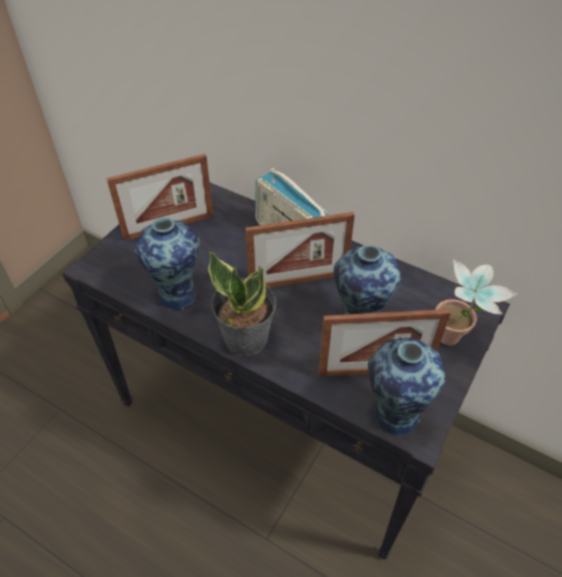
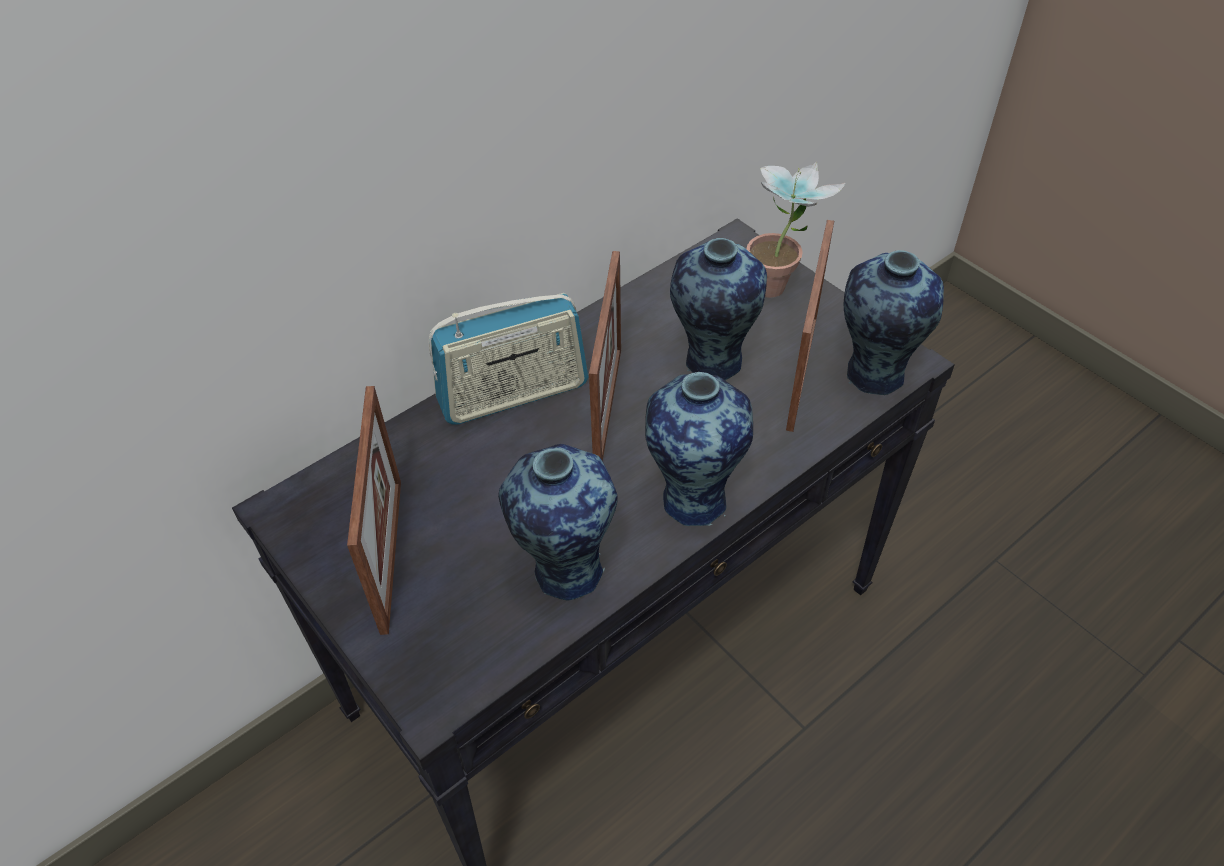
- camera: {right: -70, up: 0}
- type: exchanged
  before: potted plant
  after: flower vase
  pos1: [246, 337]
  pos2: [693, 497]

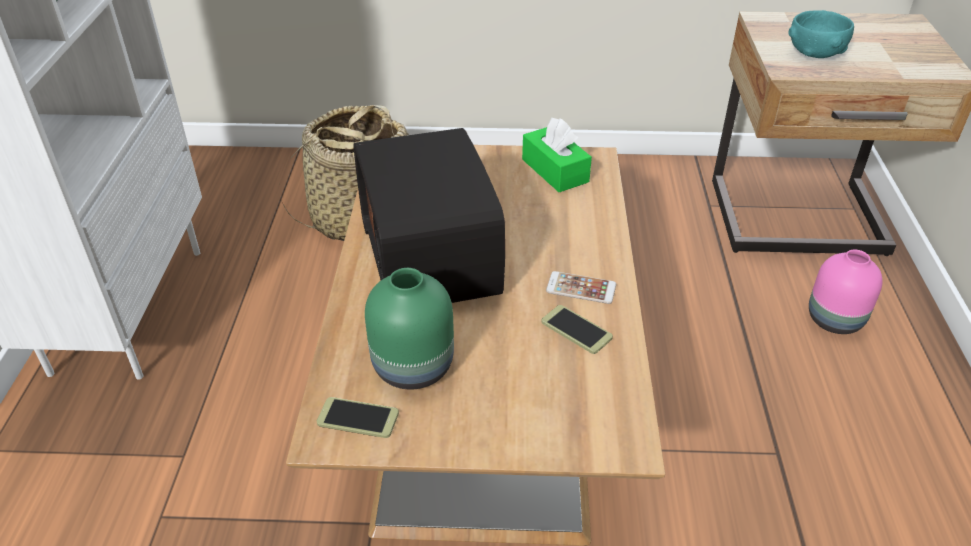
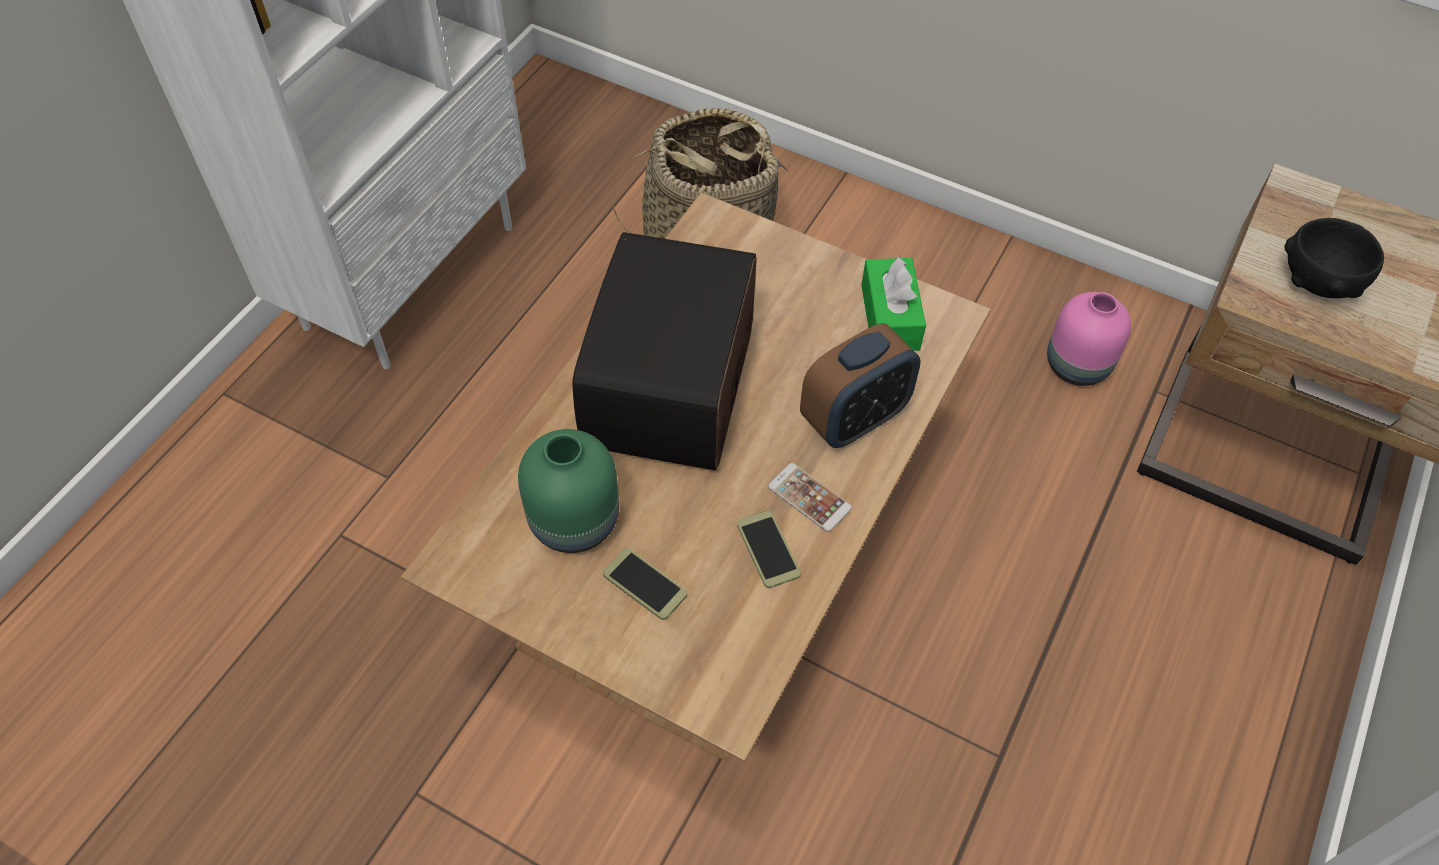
- camera: {right: 25, up: 15}
- type: colour
  before: turquoise serving bowl
  after: blackish serving bowl
  pos1: [815, 54]
  pos2: [1319, 282]
- type: relocated
  before: pink-coloured flower vase
  pos1: [835, 319]
  pos2: [1079, 365]
- type: relocated
  before: telephone
  pos1: [358, 418]
  pos2: [645, 584]
- type: appeared
  after: table clock
  pos2: [854, 419]

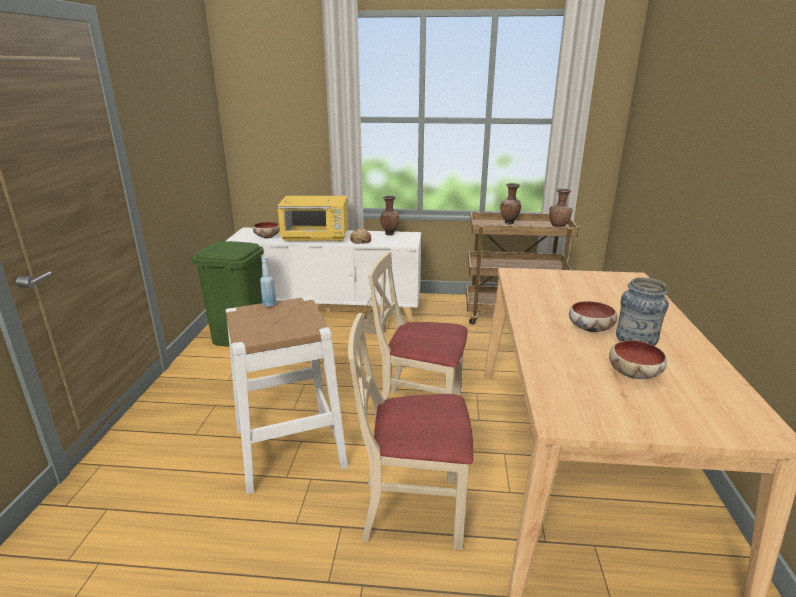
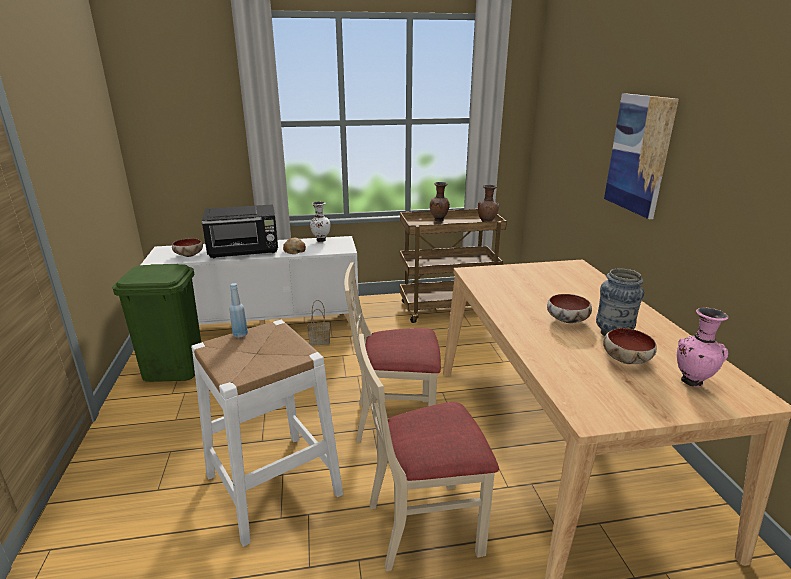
- camera: {right: -15, up: 0}
- type: colour
  before: yellow-coloured microwave oven
  after: blackish microwave oven
  pos1: [316, 237]
  pos2: [245, 251]
- type: colour
  before: brownish flower vase
  after: white-coloured flower vase
  pos1: [389, 234]
  pos2: [320, 240]
- type: appeared
  after: wall picture
  pos2: [639, 154]
- type: appeared
  after: pink-coloured flower vase
  pos2: [692, 381]

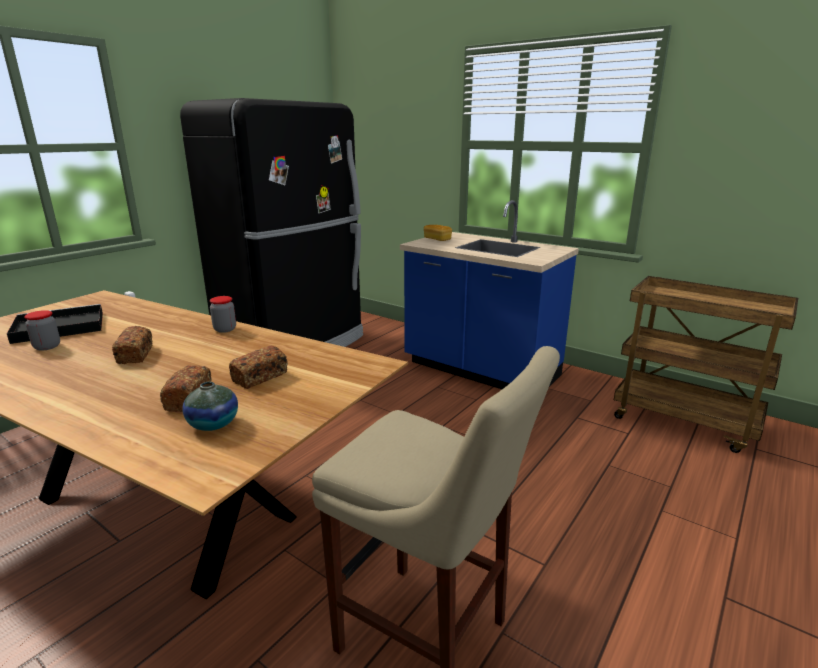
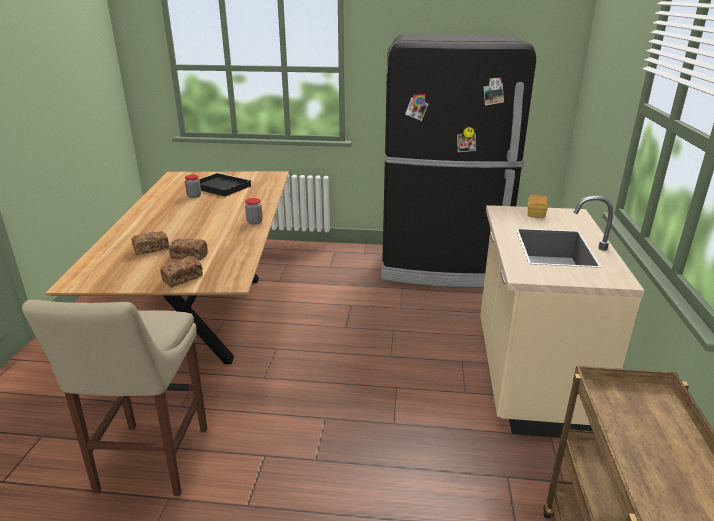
- camera: {right: 60, up: 5}
- type: colour
  before: bluish kitchen counter
  after: sand-coloured kitchen counter
  pos1: [480, 371]
  pos2: [528, 377]
- type: relocated
  before: baked bread
  pos1: [135, 355]
  pos2: [183, 279]
- type: missing
  before: flower vase
  pos1: [213, 424]

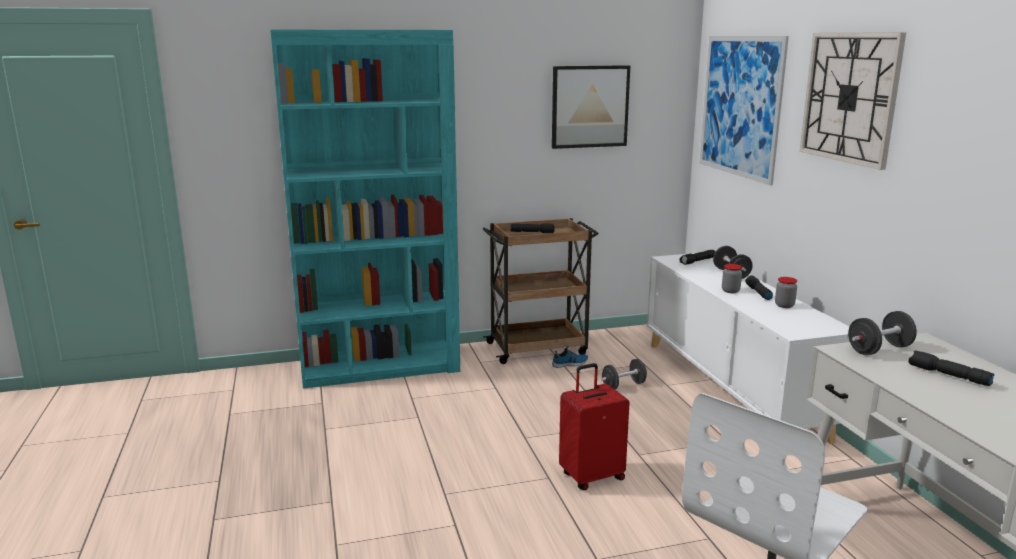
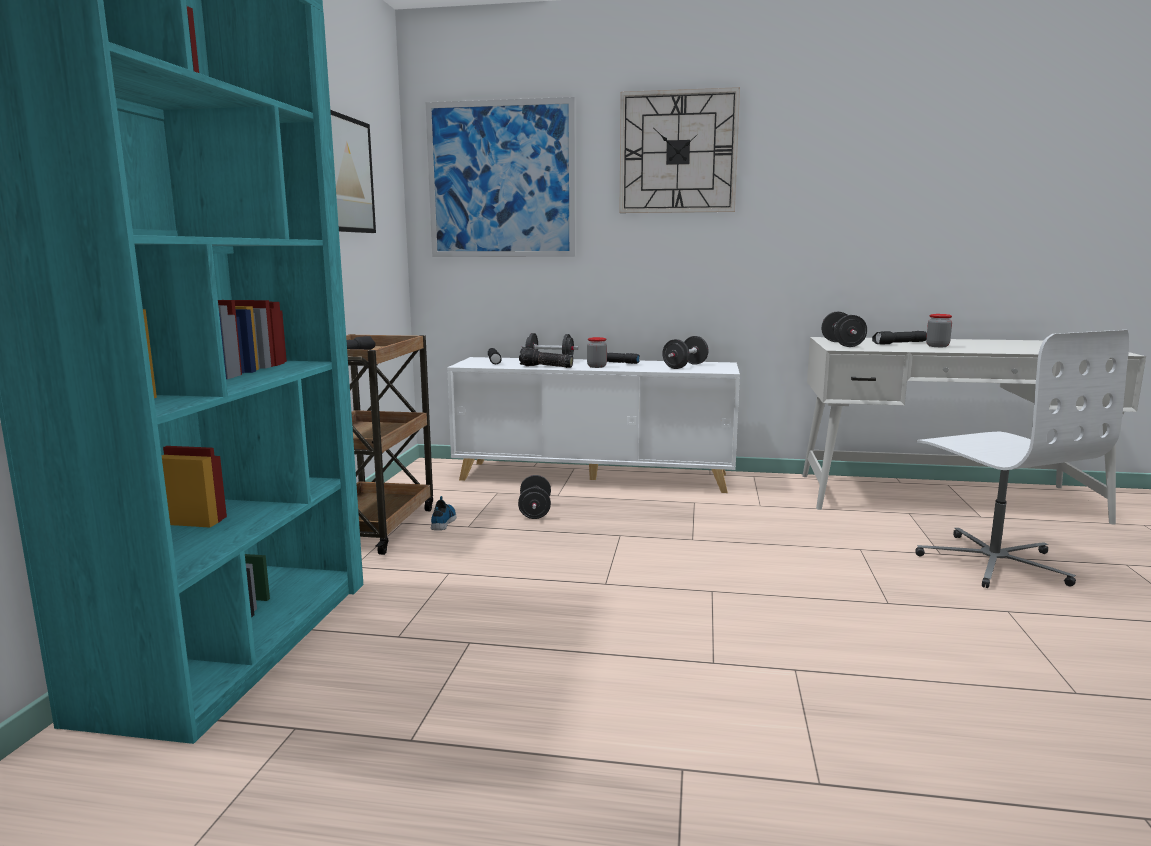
- camera: {right: -65, up: -5}
- type: relocated
  before: storage jar
  pos1: [784, 305]
  pos2: [937, 346]
- type: missing
  before: red suitcase
  pos1: [591, 476]
- type: appeared
  after: blackish hand weight
  pos2: [685, 366]
- type: appeared
  after: flashlight
  pos2: [545, 367]

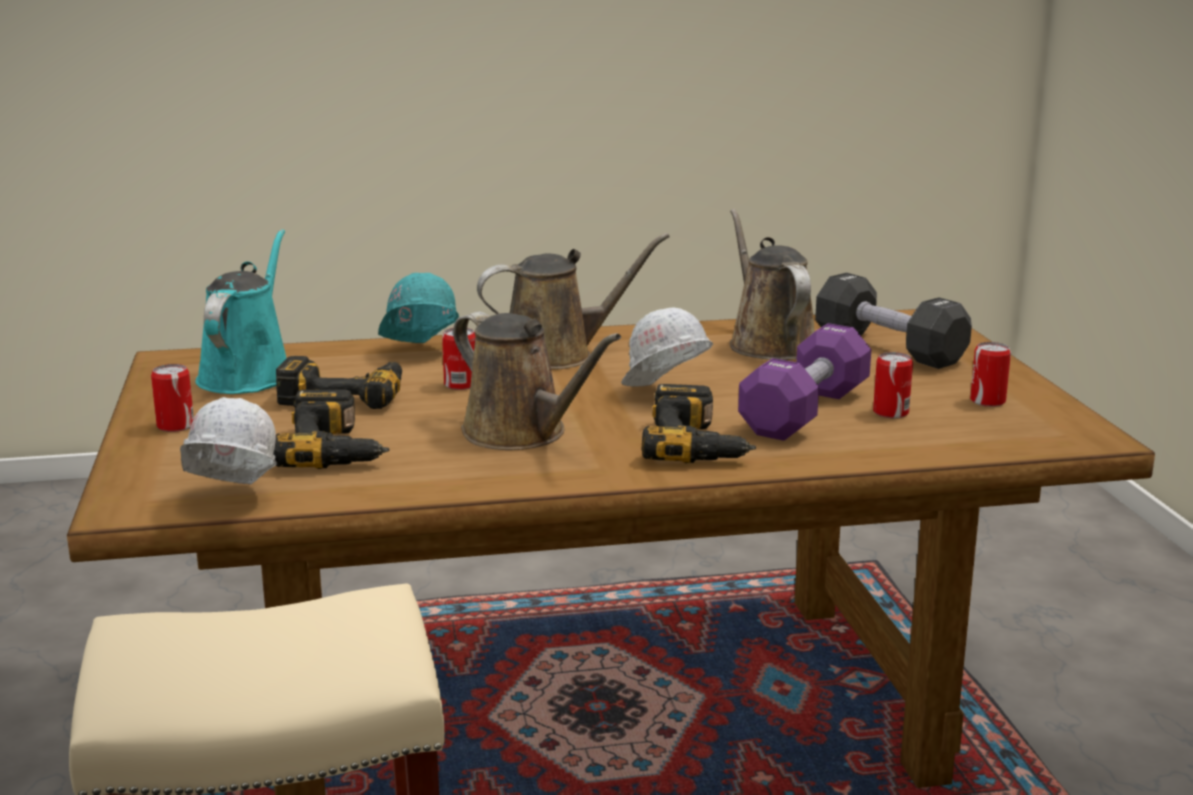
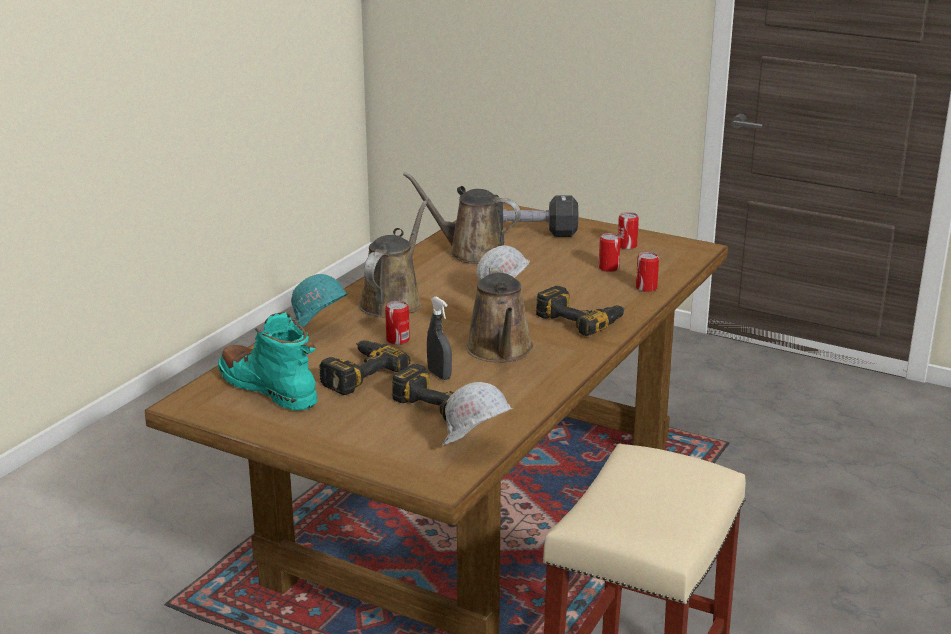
- camera: {right: -50, up: 5}
- type: exchanged
  before: turquoise sprinkling can
  after: turquoise high-top boot
  pos1: [248, 375]
  pos2: [269, 389]
- type: spun
  before: brownish sprinkling can
  pos1: [521, 434]
  pos2: [500, 351]
  turn: 90
- type: missing
  before: purple-coloured hand weight
  pos1: [805, 412]
- type: relocated
  before: can
  pos1: [175, 426]
  pos2: [646, 288]
- type: appeared
  after: gray sprayer
  pos2: [439, 375]

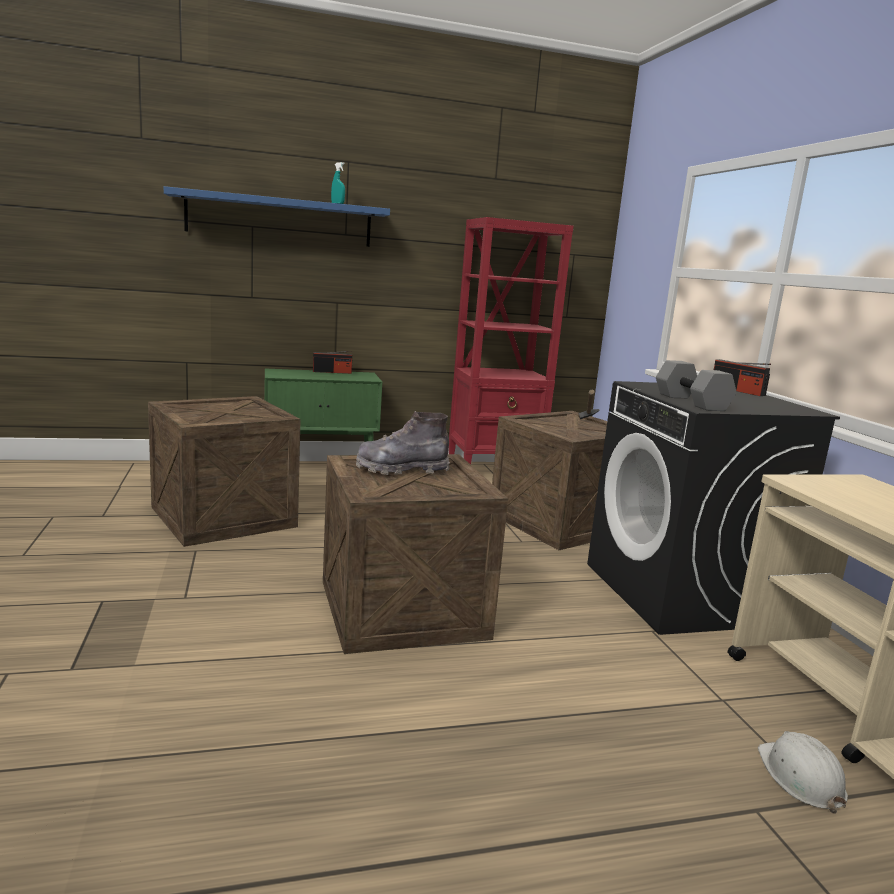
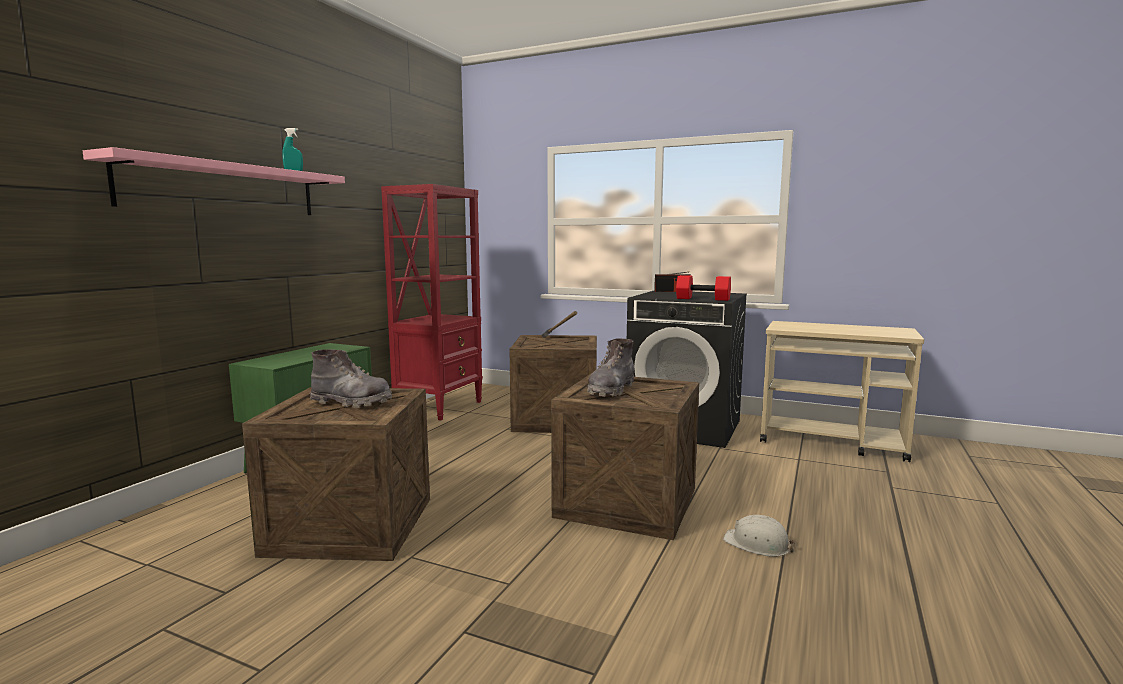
- camera: {right: -50, up: -5}
- type: colour
  before: bluish shelf
  after: pink-coloured shelf
  pos1: [280, 219]
  pos2: [224, 189]
- type: missing
  before: radio receiver
  pos1: [332, 372]
- type: colour
  before: gray hand weight
  after: red hand weight
  pos1: [689, 402]
  pos2: [702, 299]
- type: relocated
  before: white-coloured safety helmet
  pos1: [800, 777]
  pos2: [757, 544]
- type: appeared
  after: gray high-top boot
  pos2: [351, 402]

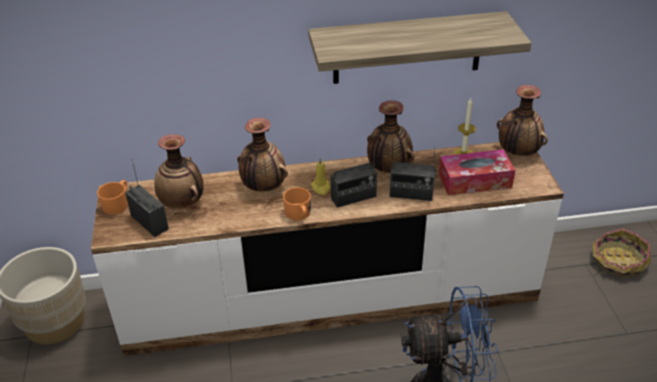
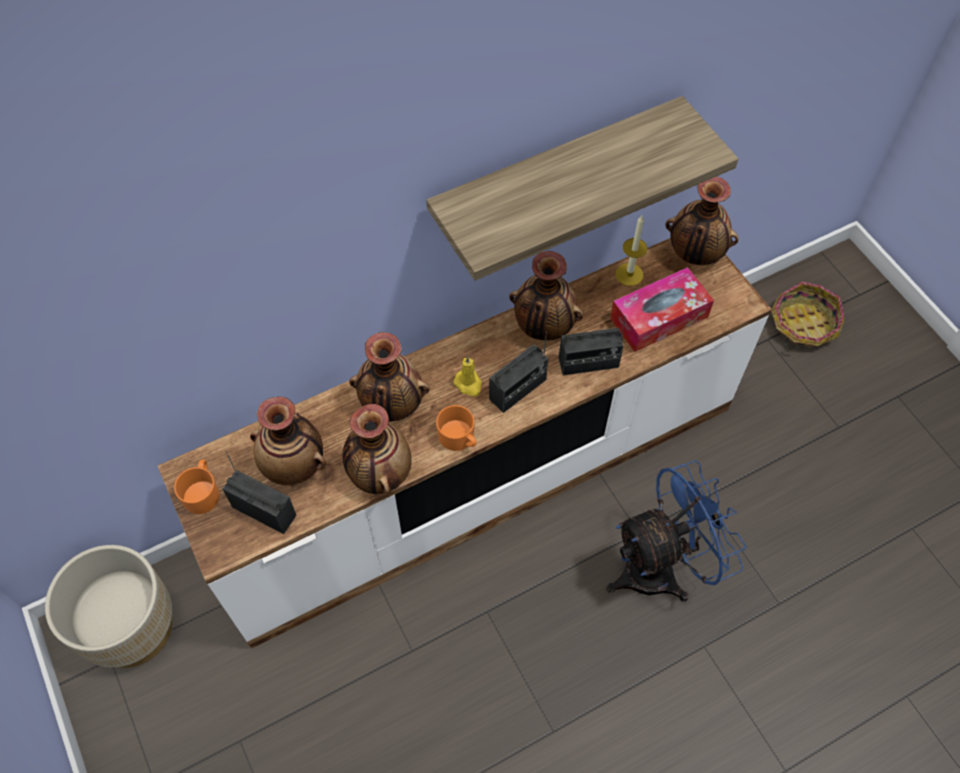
- camera: {right: -20, up: 20}
- type: appeared
  after: flower vase
  pos2: [379, 473]

